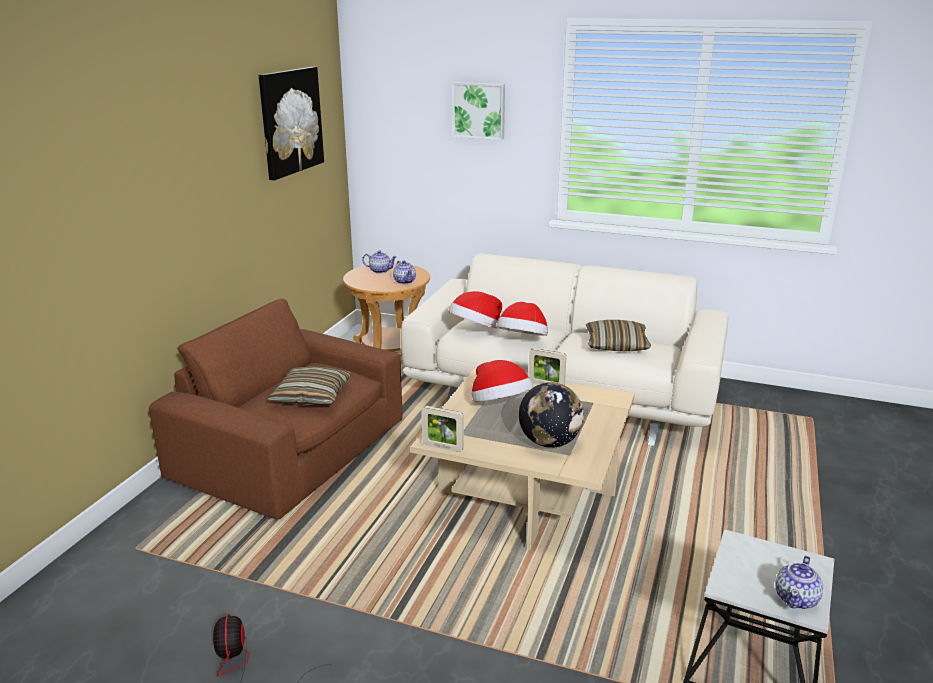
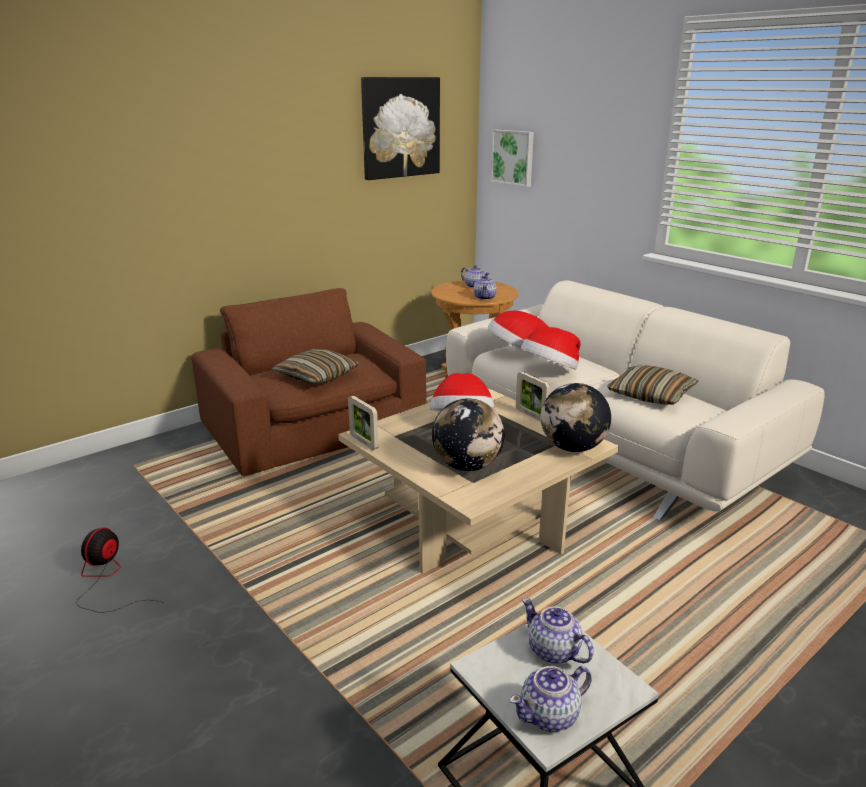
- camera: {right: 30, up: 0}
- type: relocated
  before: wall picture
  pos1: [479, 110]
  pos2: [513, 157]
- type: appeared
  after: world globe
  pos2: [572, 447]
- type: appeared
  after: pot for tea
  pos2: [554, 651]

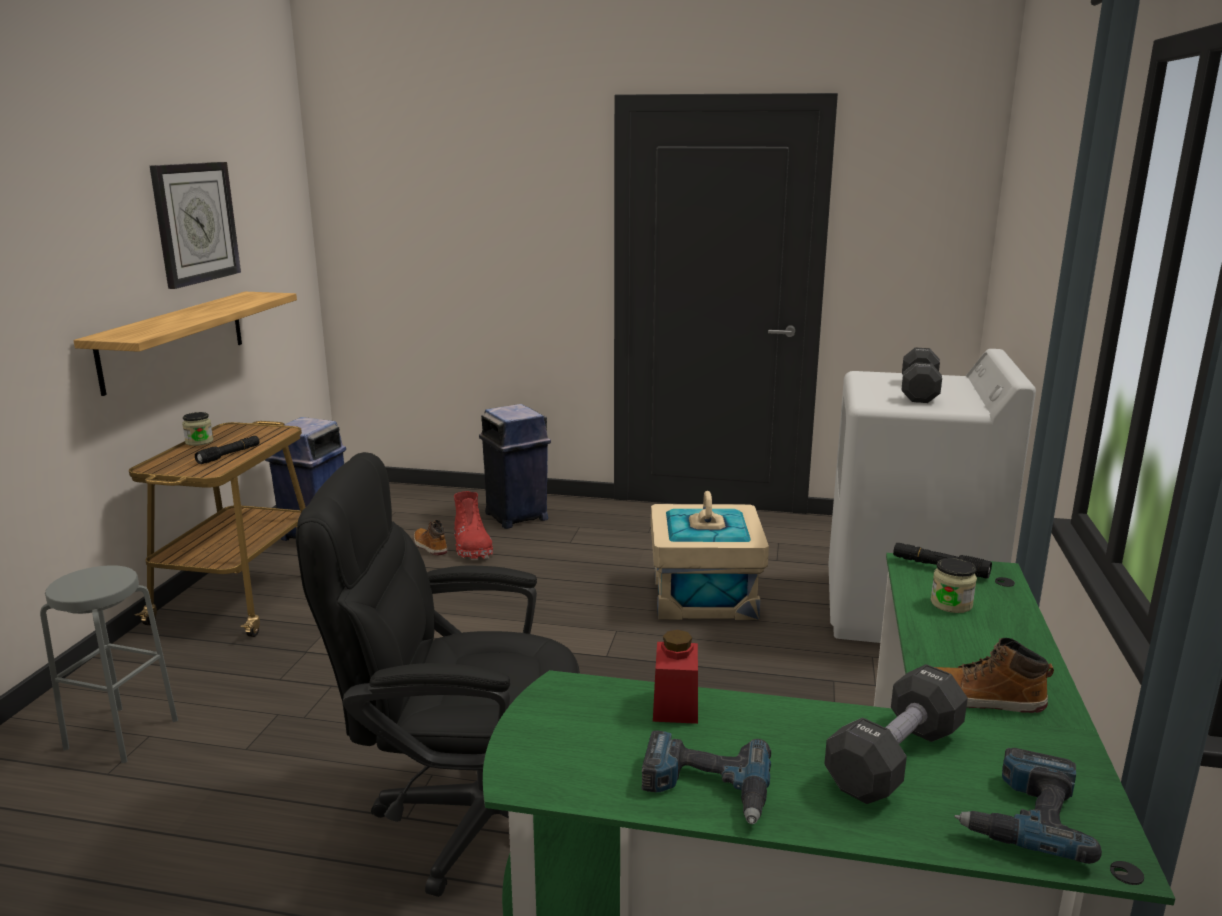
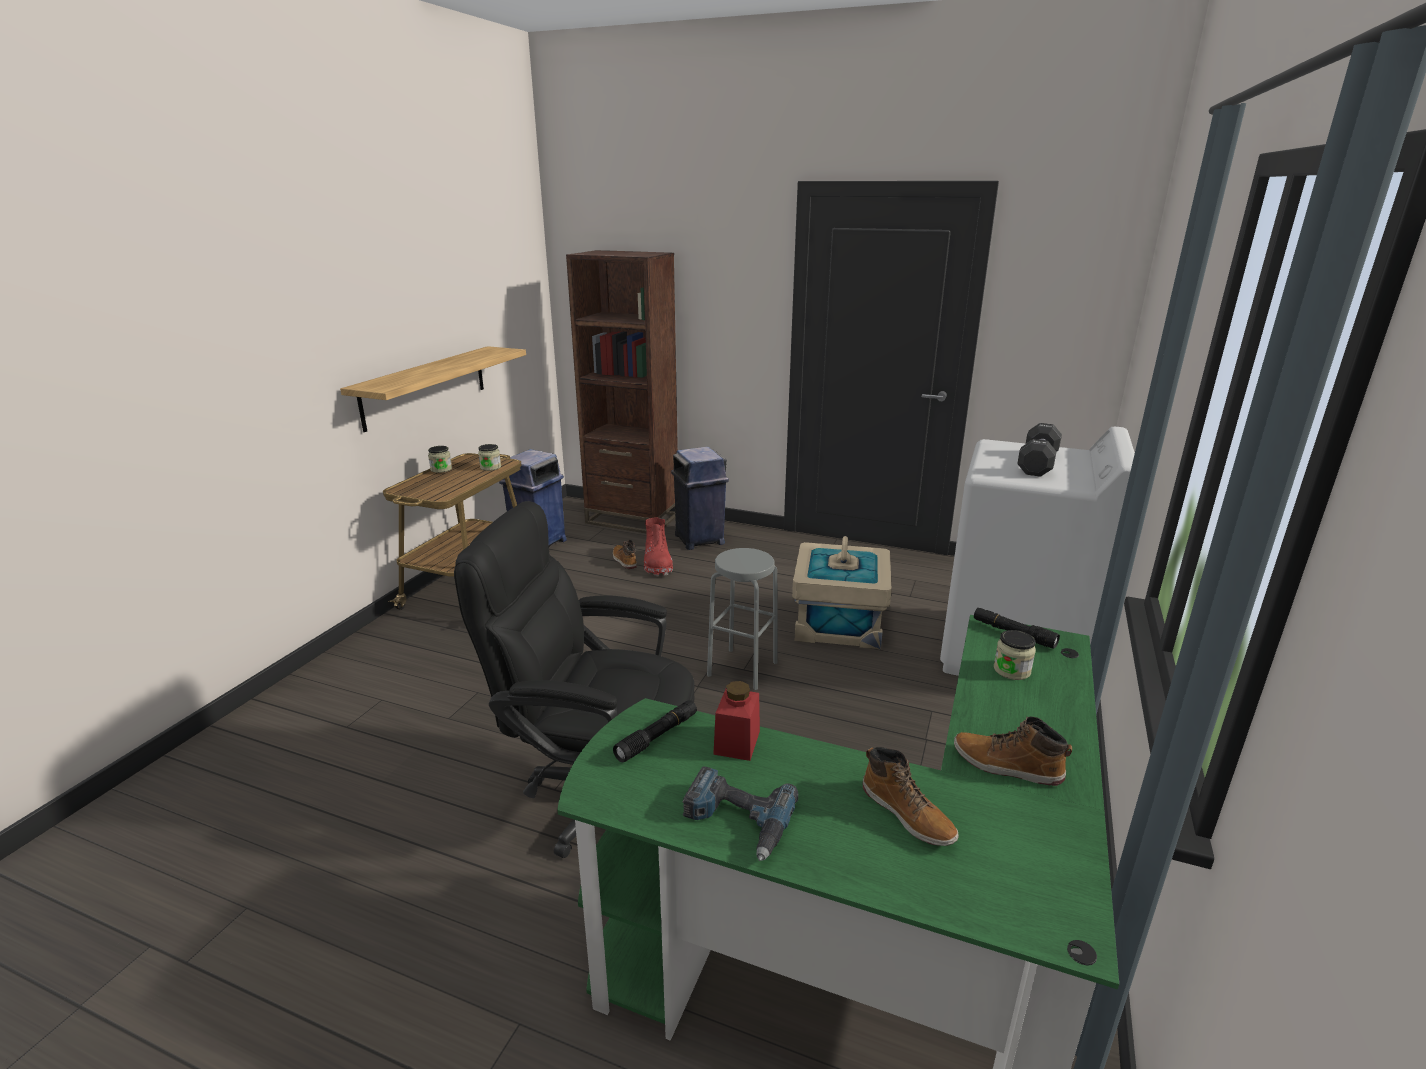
- camera: {right: 10, up: 5}
- type: missing
  before: clock on the wall
  pos1: [195, 223]
- type: relocated
  before: blackish flashlight
  pos1: [229, 455]
  pos2: [657, 737]
- type: relocated
  before: gray sitting stool
  pos1: [121, 734]
  pos2: [742, 668]
- type: exchanged
  before: blackish hand weight
  after: high-top boot
  pos1: [894, 758]
  pos2: [908, 814]
- type: missing
  before: electric drill
  pos1: [1023, 814]
- type: appeared
  after: brownish bookcase
  pos2: [632, 519]
- type: appeared
  after: storage jar
  pos2: [490, 467]

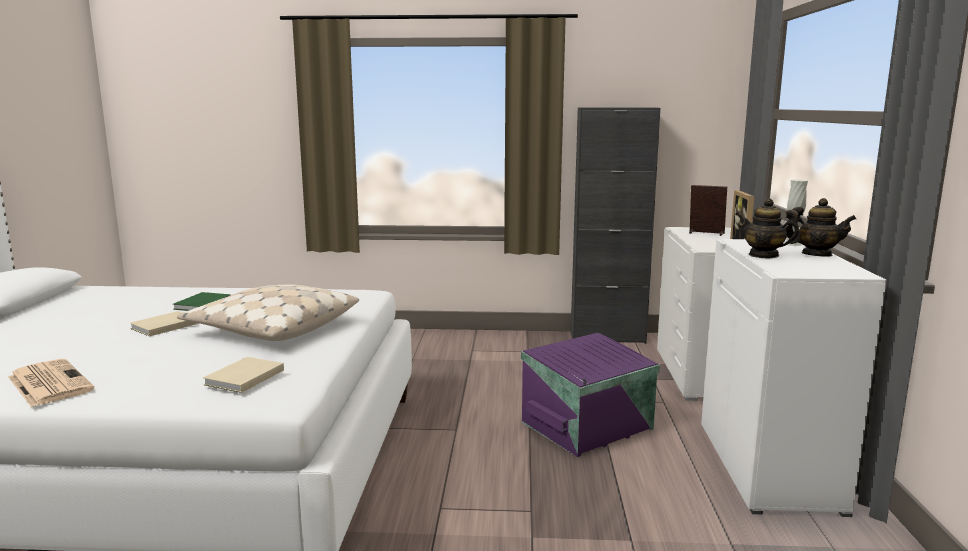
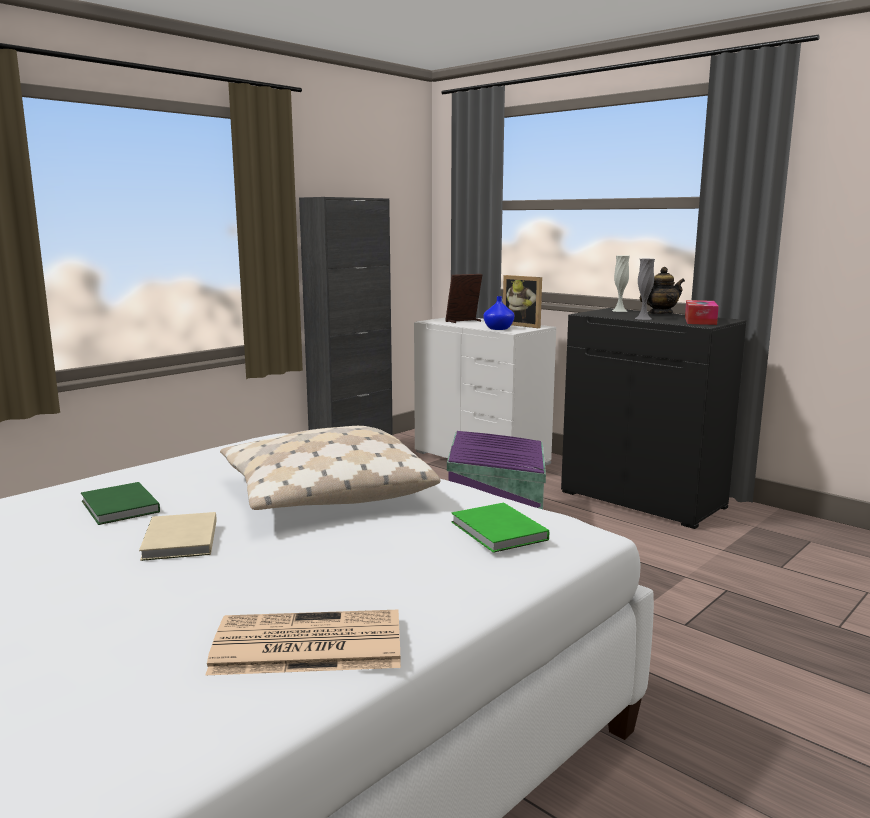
- camera: {right: -50, up: 0}
- type: exchanged
  before: pot for tea
  after: gray flower vase
  pos1: [764, 255]
  pos2: [643, 318]
- type: colour
  before: white-coloured cabinet
  after: blackish cabinet
  pos1: [769, 467]
  pos2: [643, 499]
- type: colour
  before: sand-coloured bound book
  after: green-coloured bound book
  pos1: [242, 378]
  pos2: [498, 532]
- type: appeared
  after: bluish flower vase
  pos2: [499, 328]
- type: appeared
  after: box of tissues
  pos2: [700, 321]

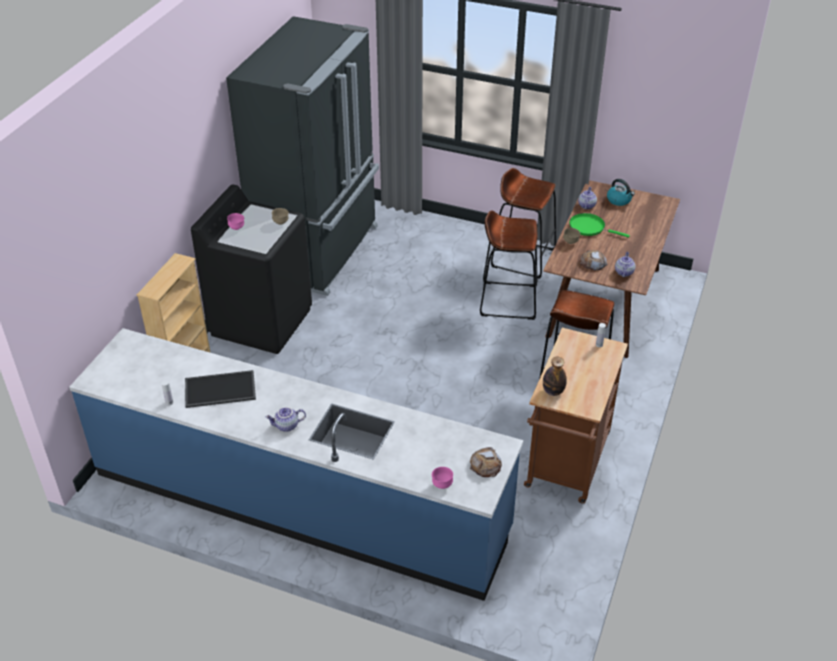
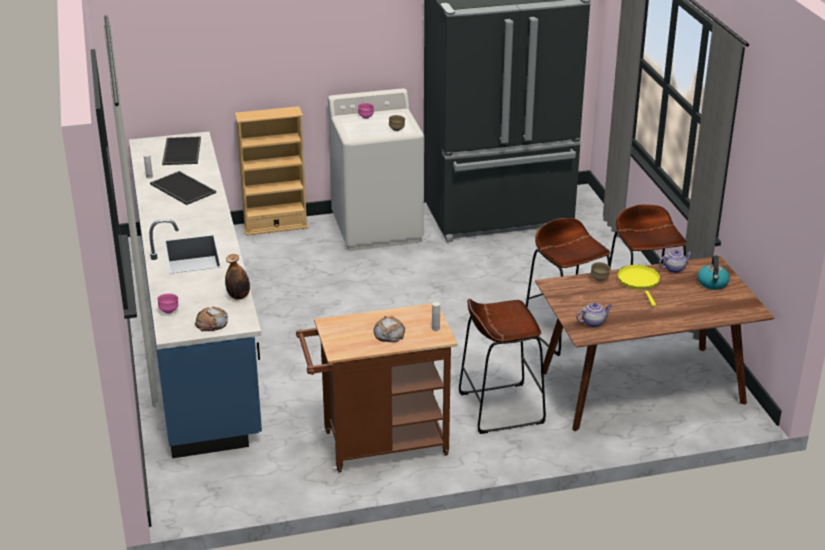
- camera: {right: 55, up: -10}
- type: colour
  before: blackish washing machine
  after: white-coloured washing machine
  pos1: [261, 321]
  pos2: [377, 228]
- type: colour
  before: green-coloured frying pan
  after: yellow-coloured frying pan
  pos1: [589, 227]
  pos2: [639, 282]
- type: relocated
  before: baked bread
  pos1: [593, 263]
  pos2: [389, 333]
- type: relocated
  before: bottle
  pos1: [553, 391]
  pos2: [238, 296]
- type: missing
  before: pot for tea
  pos1: [286, 426]
- type: appeared
  after: serving tray
  pos2: [181, 151]

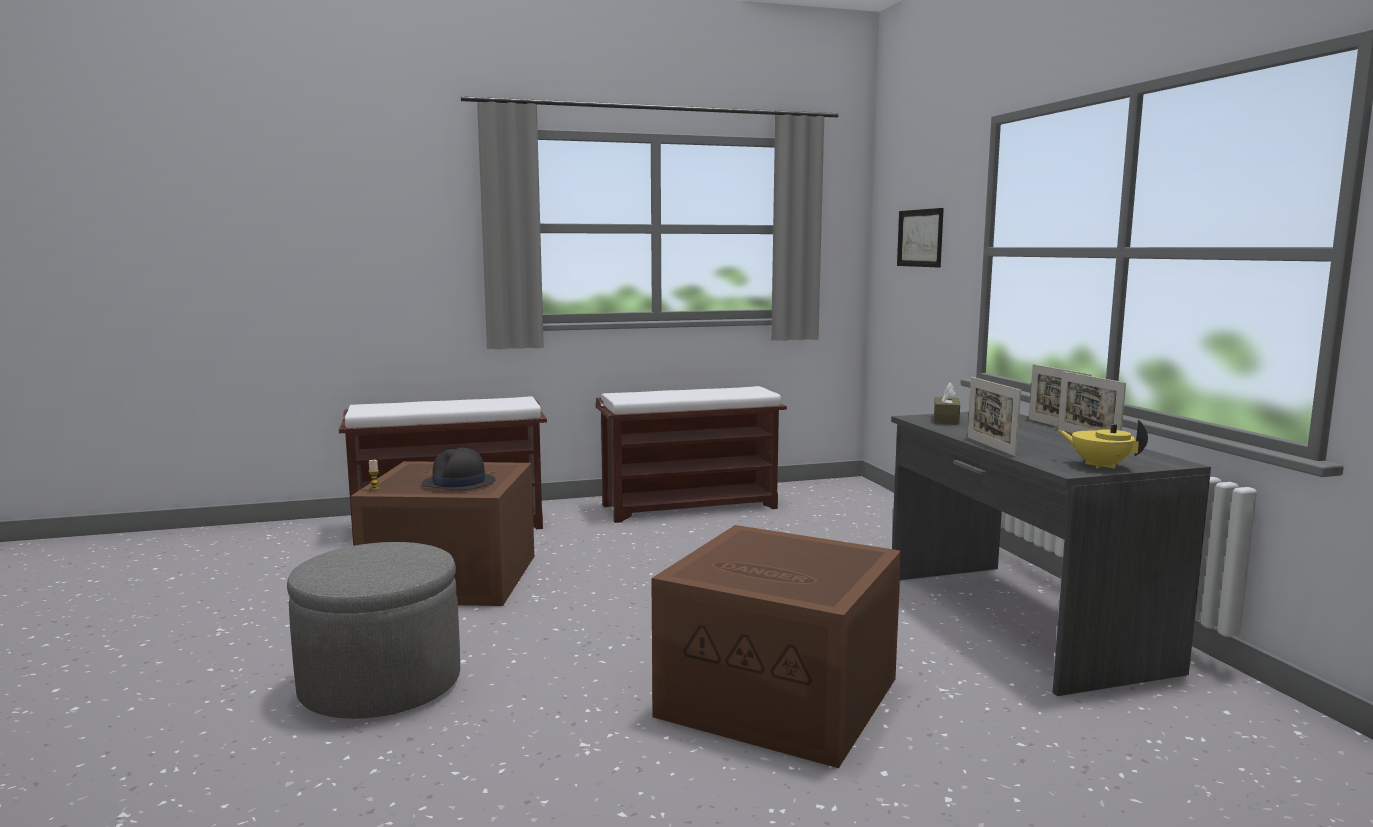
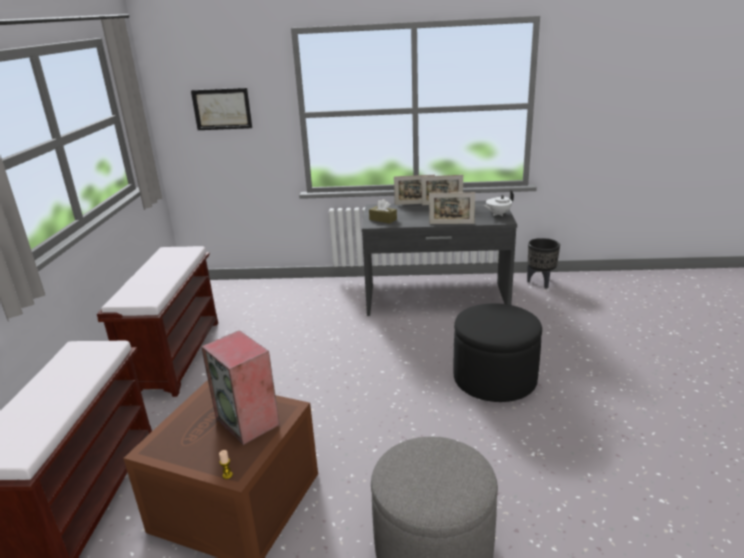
- camera: {right: -70, up: 15}
- type: colour
  before: yellow-coloured pot for tea
  after: white-coloured pot for tea
  pos1: [1100, 465]
  pos2: [497, 214]
- type: exchanged
  before: blackish wearable hat
  after: speaker
  pos1: [459, 483]
  pos2: [248, 422]
- type: exchanged
  before: brownish storage bin
  after: blackish pouffe
  pos1: [783, 696]
  pos2: [494, 379]
- type: appeared
  after: blackish plant pot
  pos2: [540, 282]

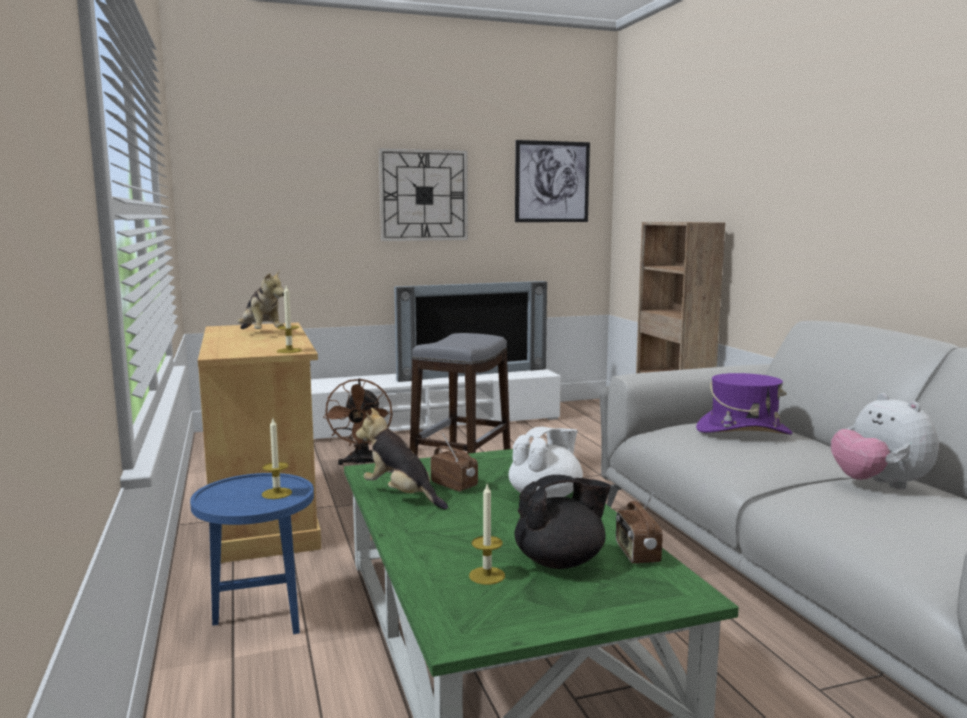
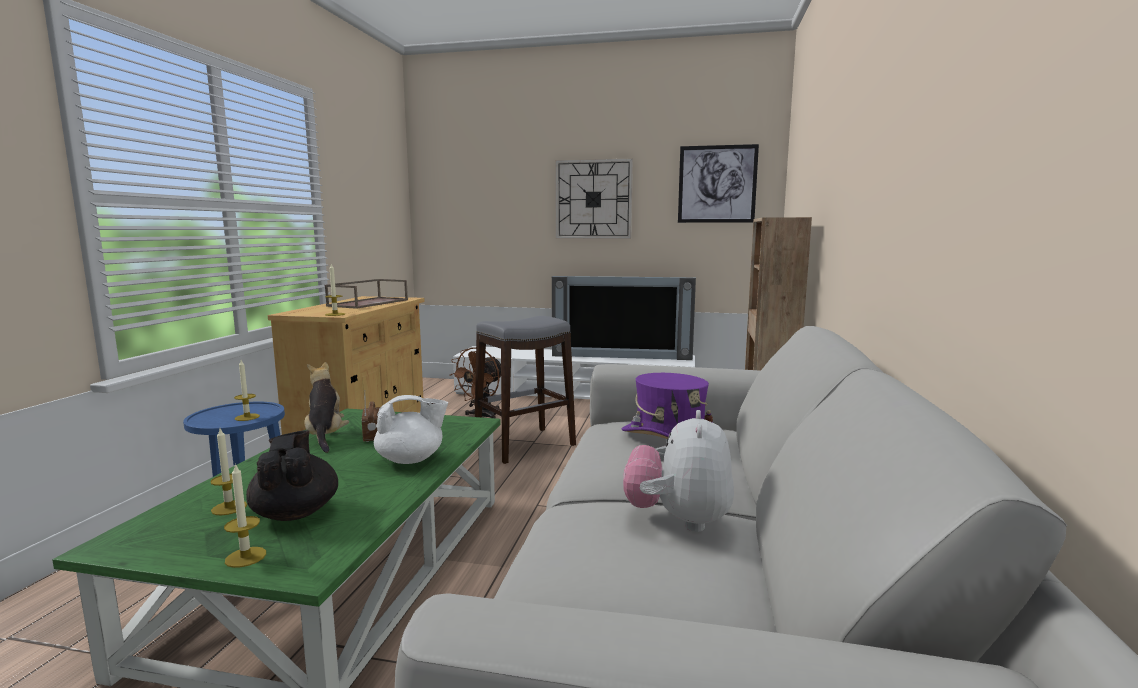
- camera: {right: 30, up: 0}
- type: exchanged
  before: cuddly toy
  after: brownish serving tray
  pos1: [261, 334]
  pos2: [368, 303]
- type: spun
  before: blackish pot for tea
  pos1: [561, 561]
  pos2: [295, 512]
  turn: -120
- type: missing
  before: radio receiver
  pos1: [636, 554]
- type: appeared
  after: wax candle
  pos2: [245, 557]

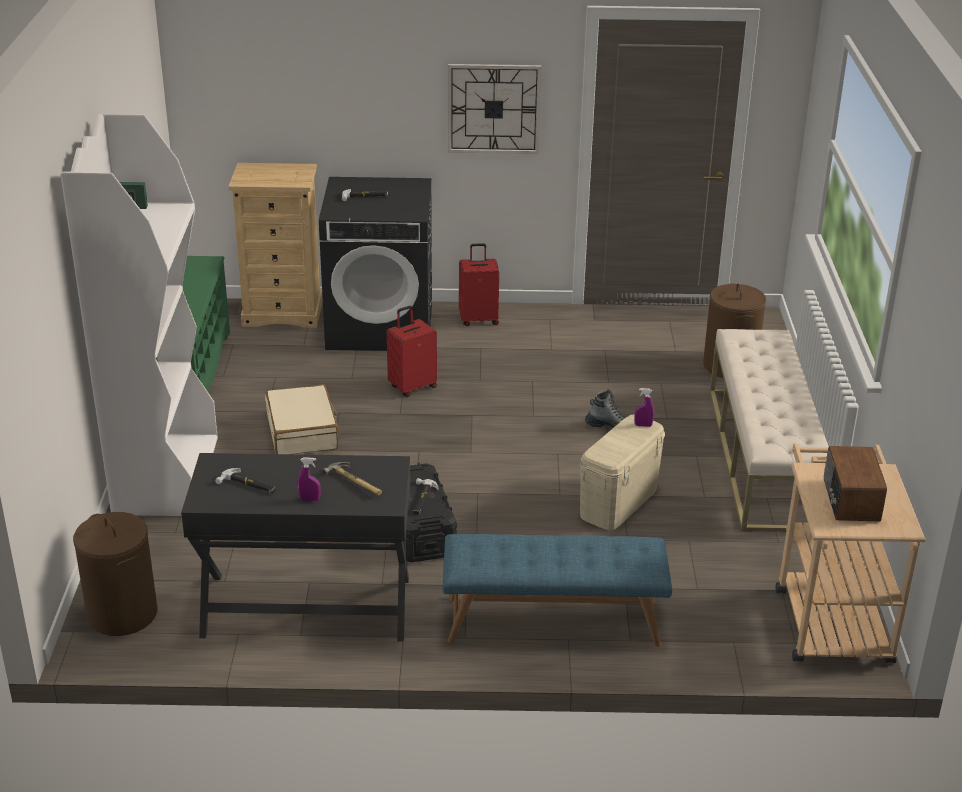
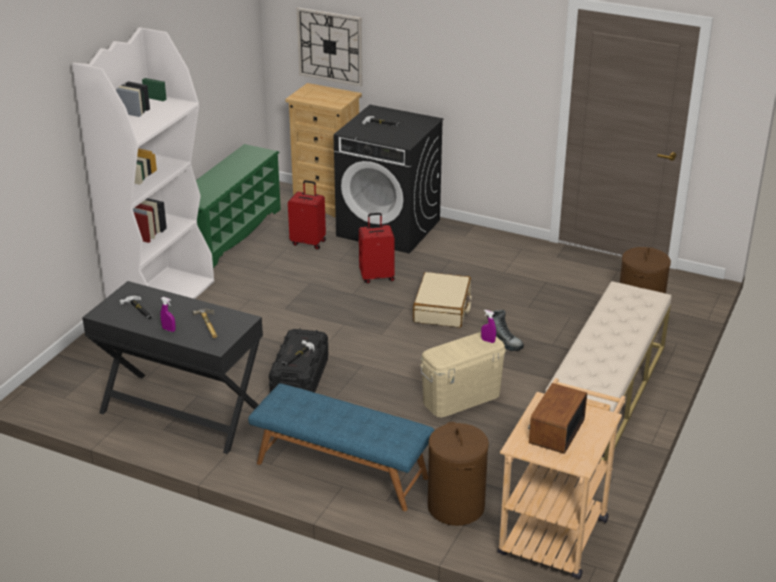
- camera: {right: 25, up: 0}
- type: relocated
  before: clock on the wall
  pos1: [493, 108]
  pos2: [330, 46]
- type: relocated
  before: red suitcase
  pos1: [478, 319]
  pos2: [308, 242]
- type: relocated
  before: sand-coloured suitcase
  pos1: [303, 432]
  pos2: [442, 309]
- type: relocated
  before: brownish washing basket
  pos1: [123, 614]
  pos2: [456, 507]

